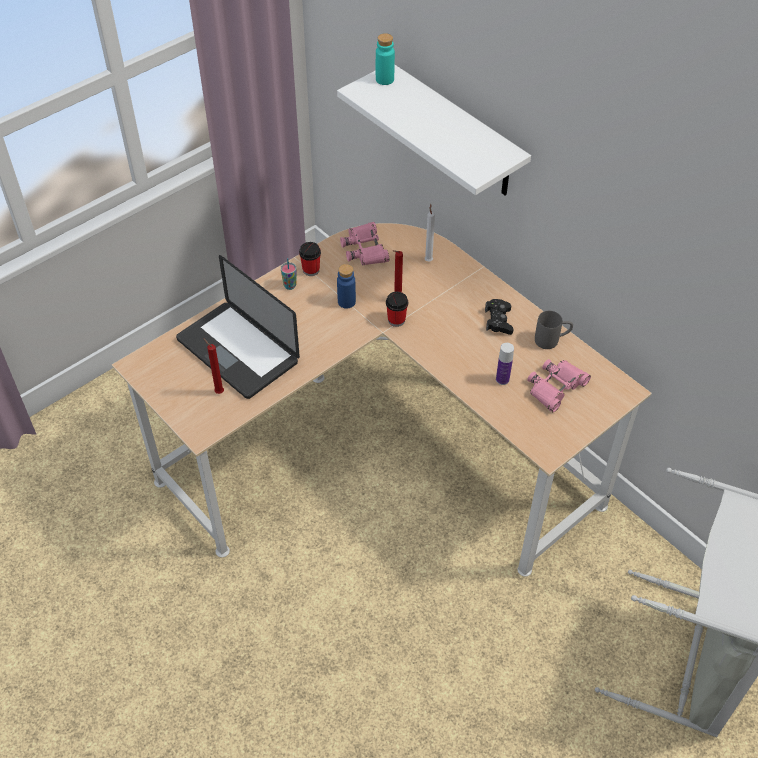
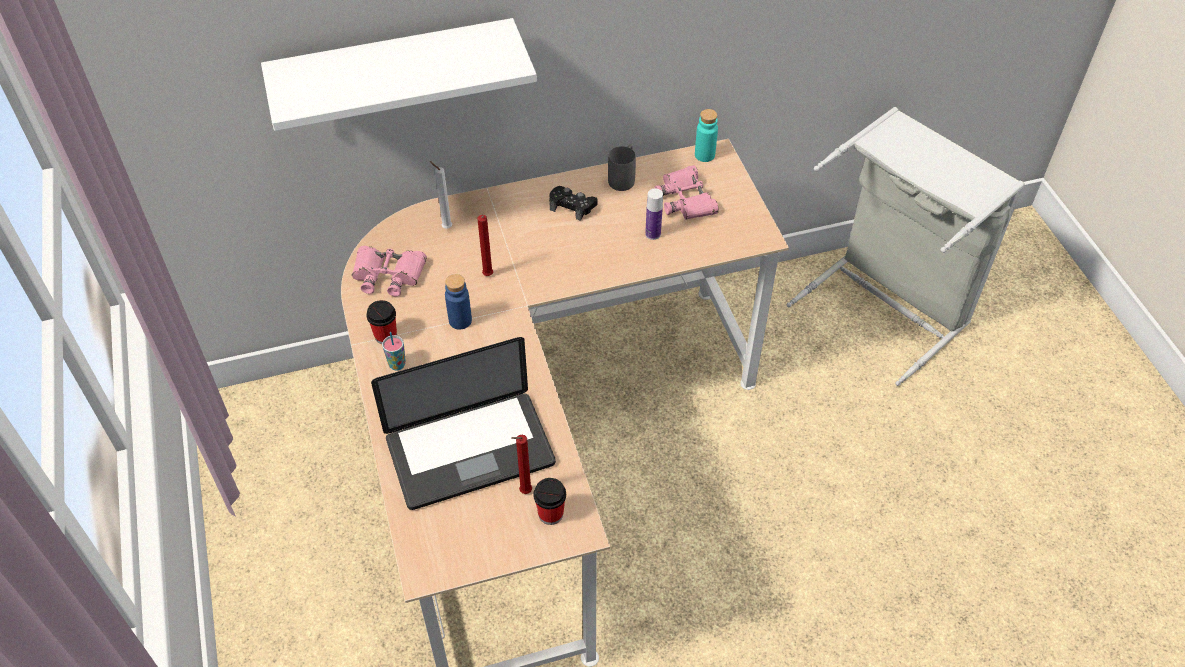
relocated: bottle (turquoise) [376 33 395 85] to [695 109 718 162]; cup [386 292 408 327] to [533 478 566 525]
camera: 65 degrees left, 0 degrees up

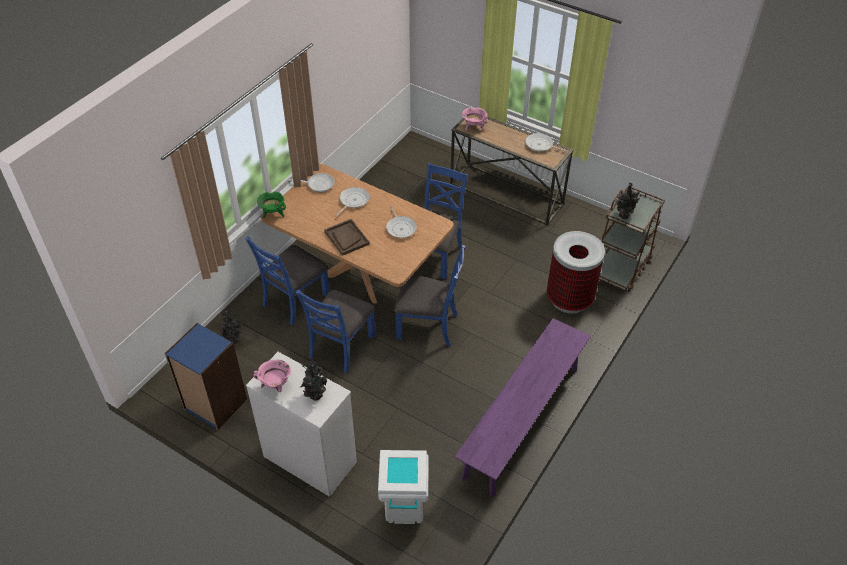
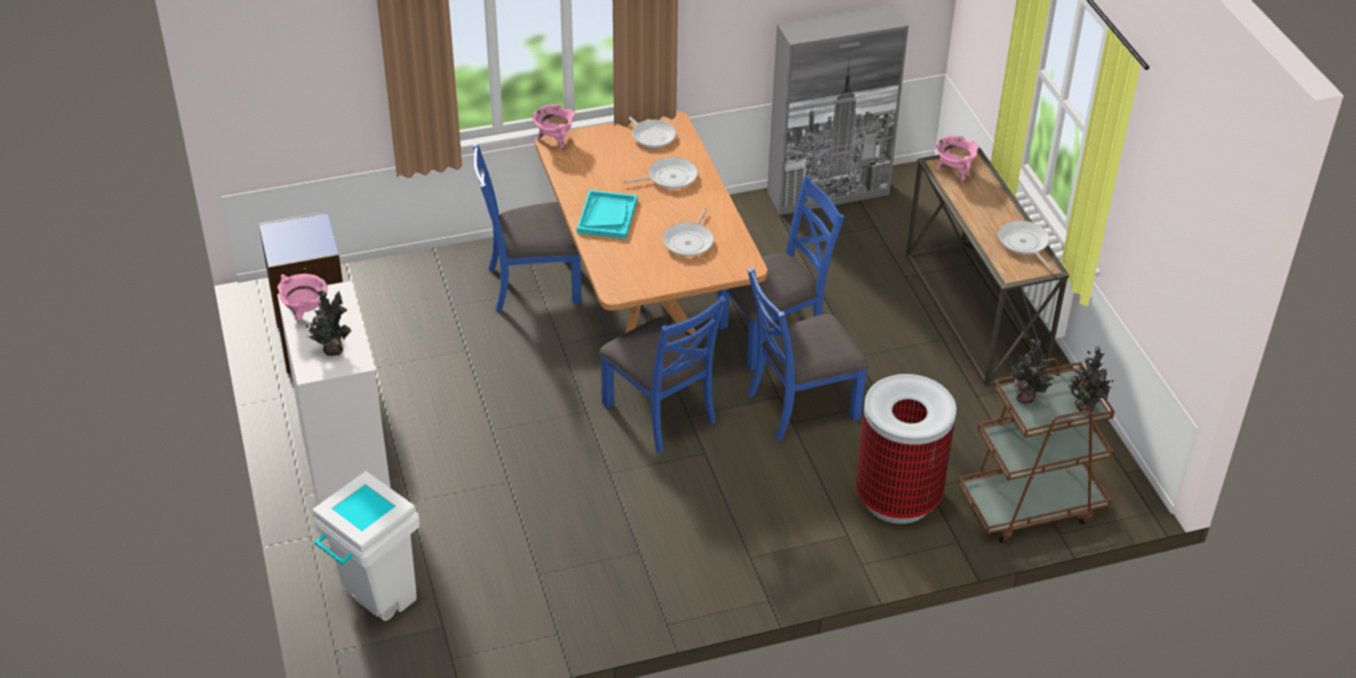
missing: bench (purple) [454 318 591 497]
appeared: cabinet (grey) [767 5 909 215]
relocated: potted plant [221 310 244 344] to [1068 346 1113 411]; chair (blue) [296 290 375 373] to [747 267 868 441]
colour: cooking pot (green) [257 191 286 218] to cooking pot (pink) [532 104 575 151]; tray (brown) [324 219 370 256] to tray (turquoise) [577 190 637 239]
camera: 40 degrees right, 5 degrees down

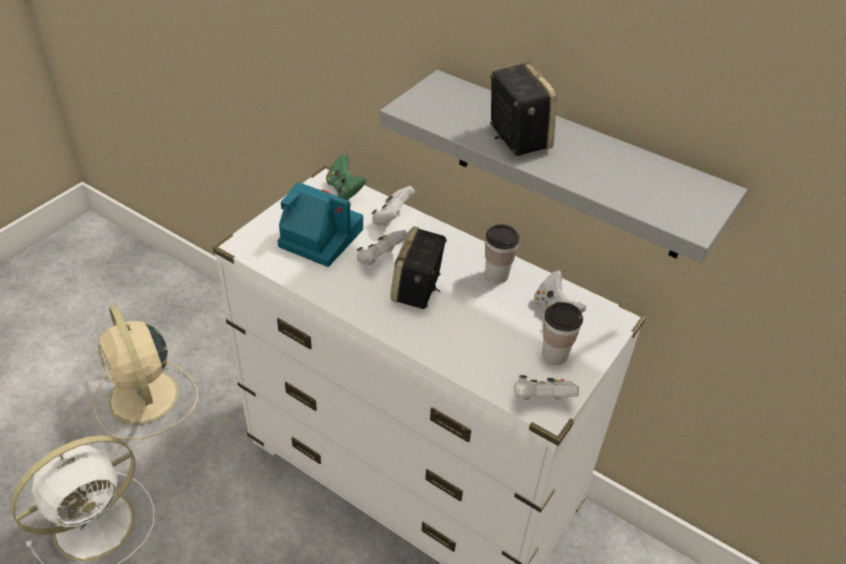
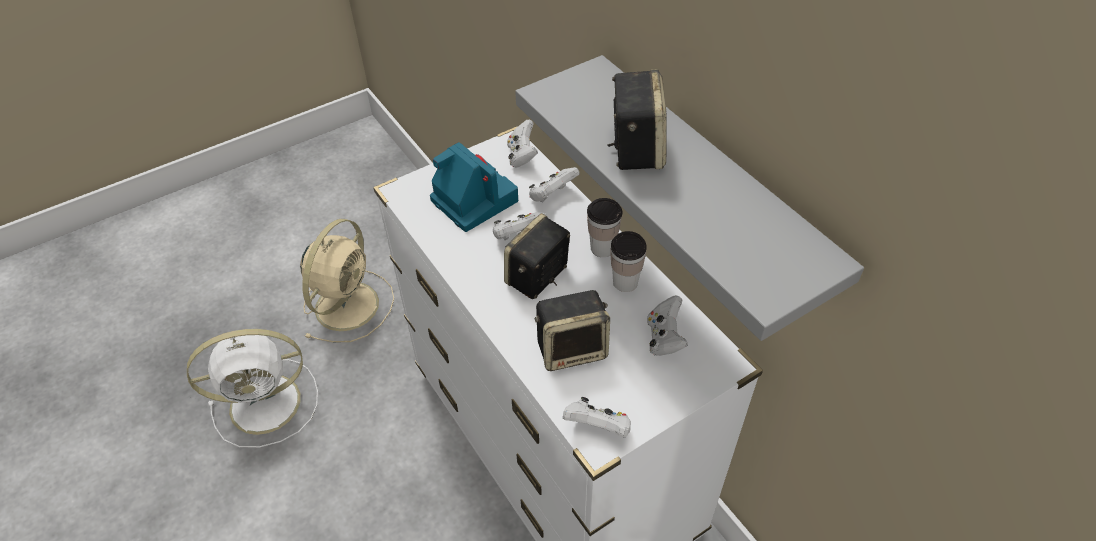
appeared: speaker [534 290 610 371]
relocated: cup [542 302 583 365] to [587 198 622 257]
colour: game controller (green) [326 154 367 200] to game controller (white) [507 119 538 167]
spun: fan (beige) [93 305 198 439] = [300 219 394 343] 150 degrees counterclockwise
camera: 25 degrees right, 5 degrees up

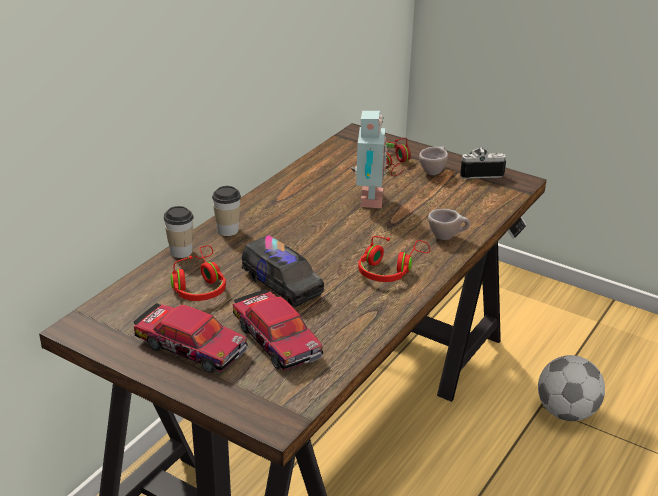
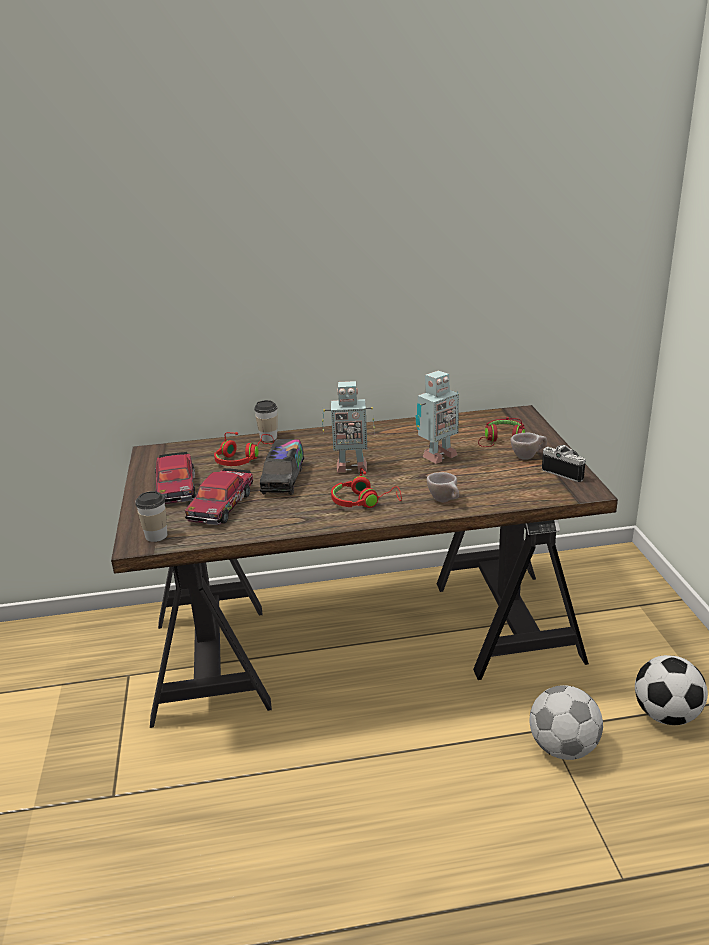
appeared: toy robot [322 381 375 473]; football [635 655 708 725]
relocated: cup [212 186 241 236] to [135 491 167 542]
camera: 50 degrees right, 5 degrees down

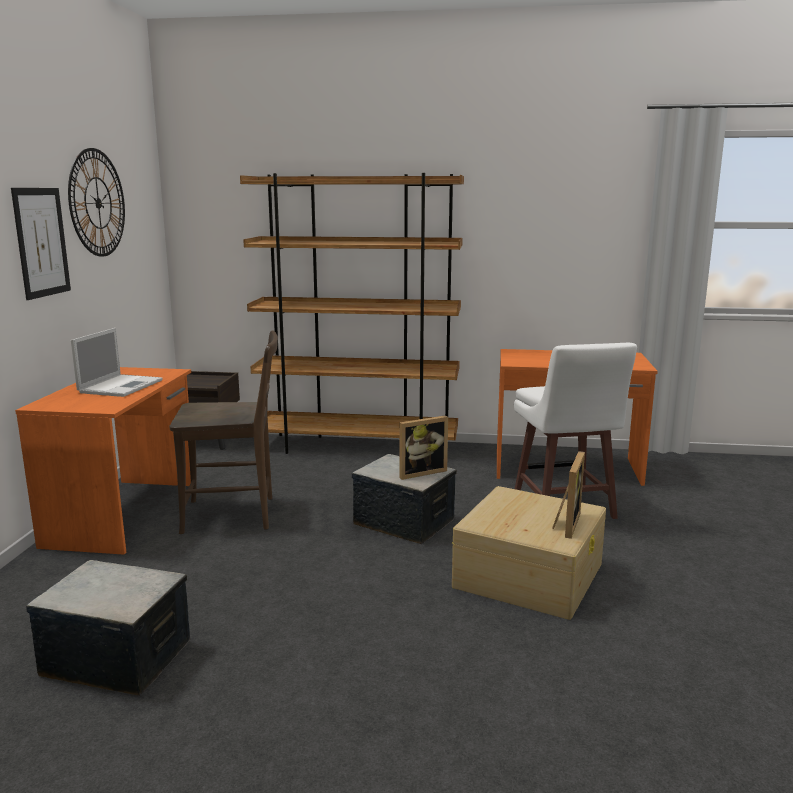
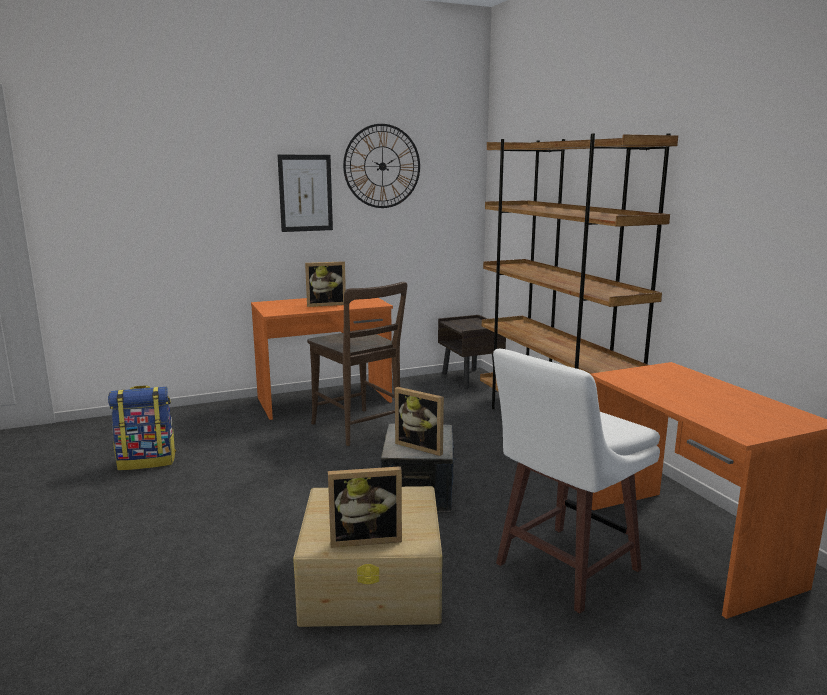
exchanged: storage box [26 560 190 696] to backpack [108 385 176 470]; laptop [71 328 162 397] to picture frame [305 261 346 307]
camera: 60 degrees right, 0 degrees up

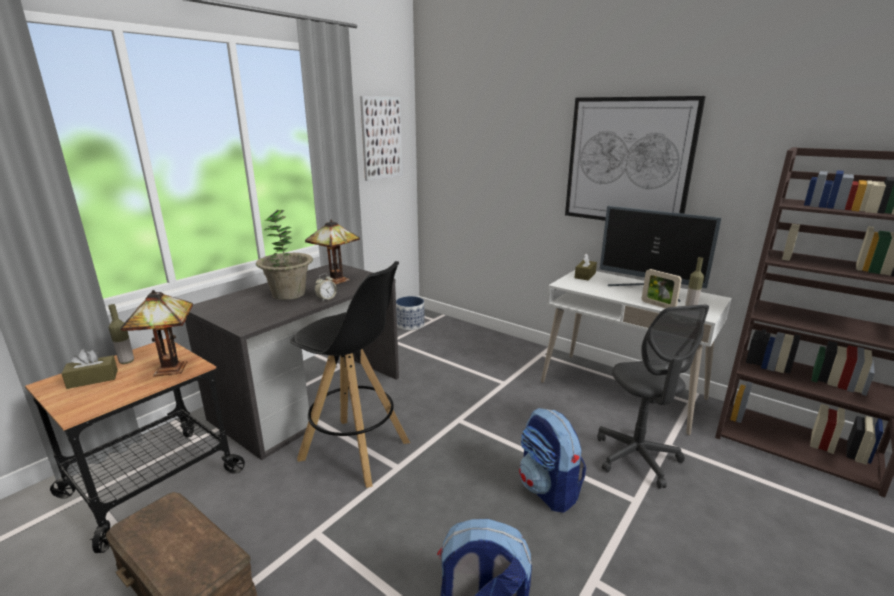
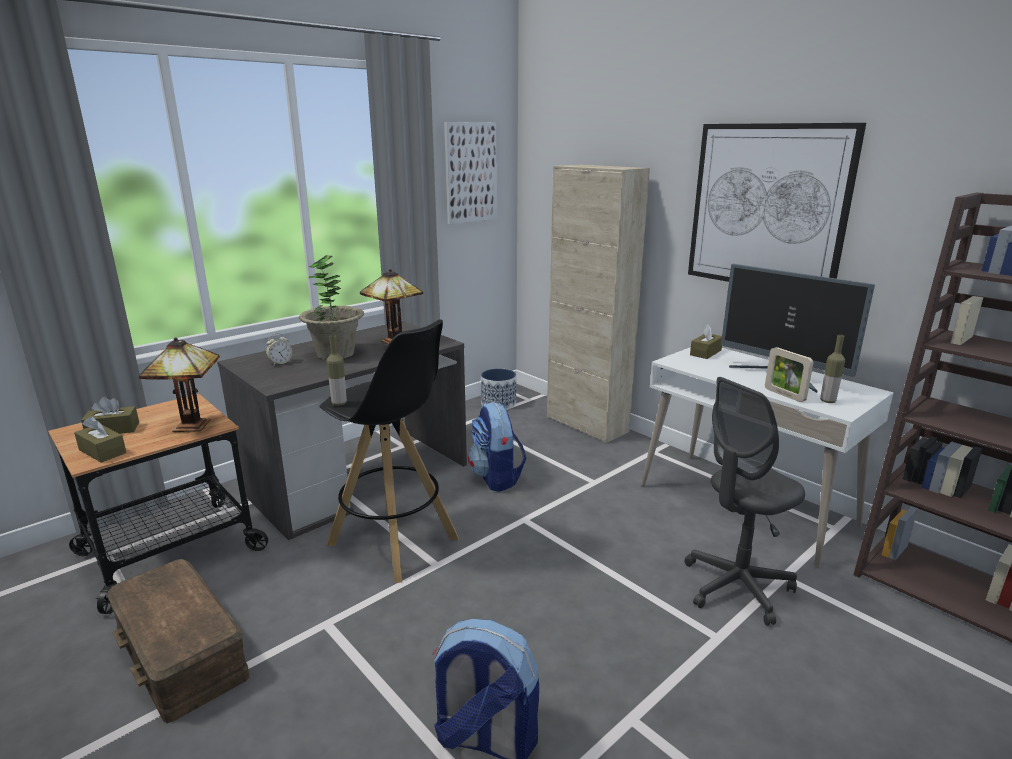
appeared: tissue box (brown) [74 416 127 463]; cabinet (beige) [547 165 650 443]
relocated: bottle [108 304 134 364] to [327 335 347 406]; alarm clock [315 274 337 302] to [266 333 292 365]; backpack [519 408 586 513] to [468 402 527 492]
spun: office chair (grey) [597 304 709 489] = [685 377 805 626] 60 degrees clockwise
camera: 10 degrees right, 0 degrees up

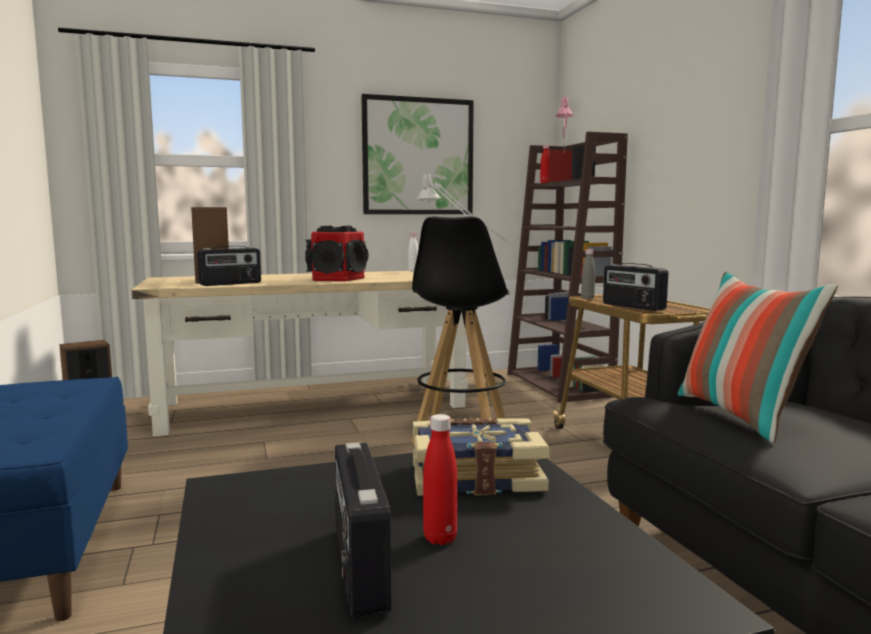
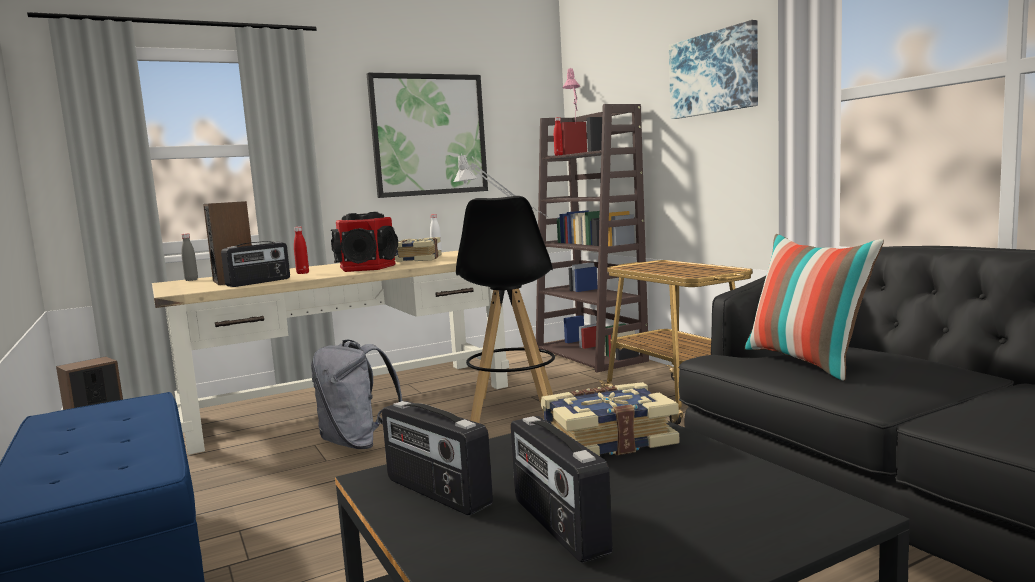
appeared: backpack (grey) [311 340 403 449]; book [395 237 441 262]; picture [669 20 758 119]
relocated: bottle (red) [423 414 457 545] to [294 227 309 274]; bottle (grey) [581 249 595 299] to [181 233 198 281]; radio [603 263 668 311] to [382 401 493 515]
camera: 10 degrees left, 0 degrees up

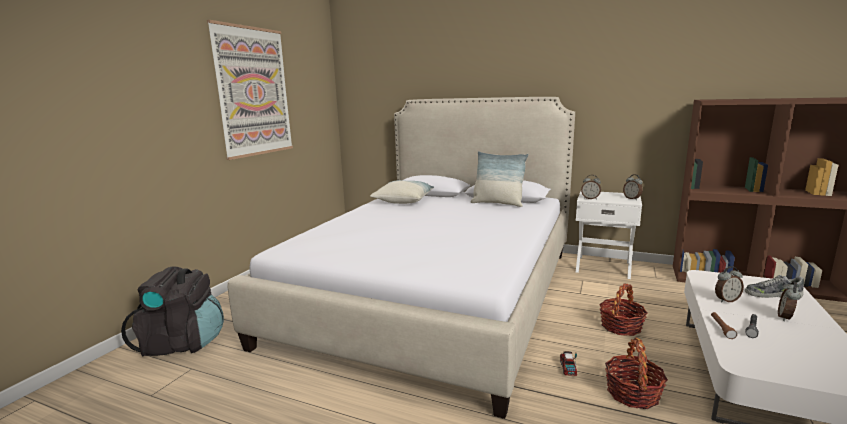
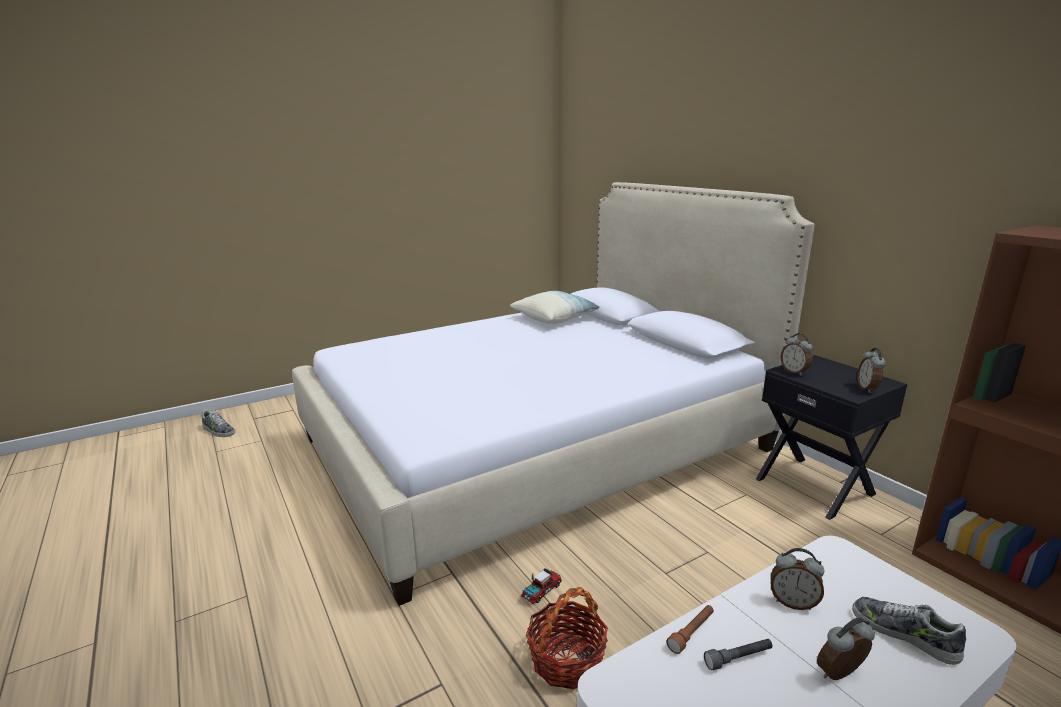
missing: backpack (black) [121 266 224 357]; picture [207 20 293 160]; pillow [471 151 529 207]; basket [599 284 648 336]
appeared: shoe [202 409 235 437]
colour: nightstand (white) [576 191 642 279] to nightstand (black) [756 355 907 520]
camera: 35 degrees right, 5 degrees up

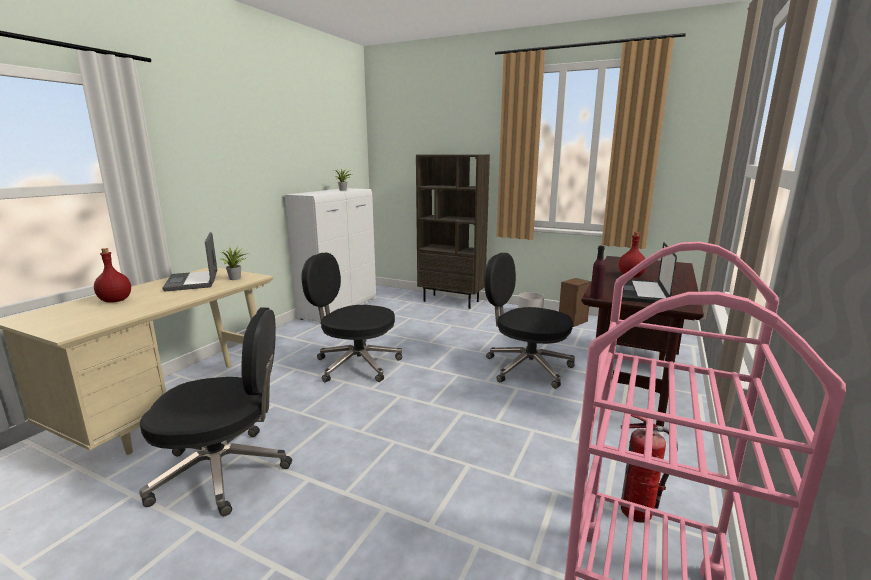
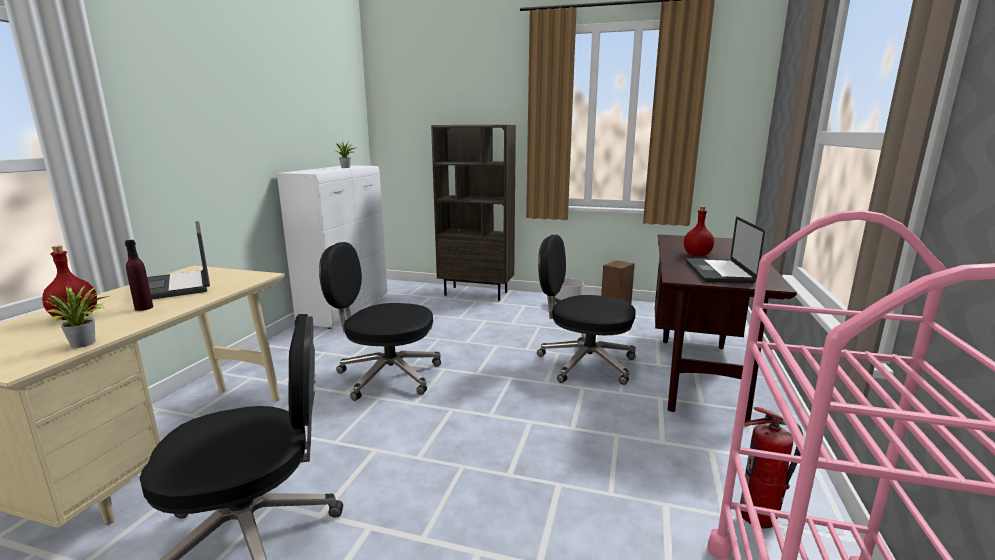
relocated: potted plant [220 246 247 280] to [44 285 109 348]; bottle (purple) [590 246 605 299] to [125 240 153 311]
camera: 10 degrees left, 0 degrees up

